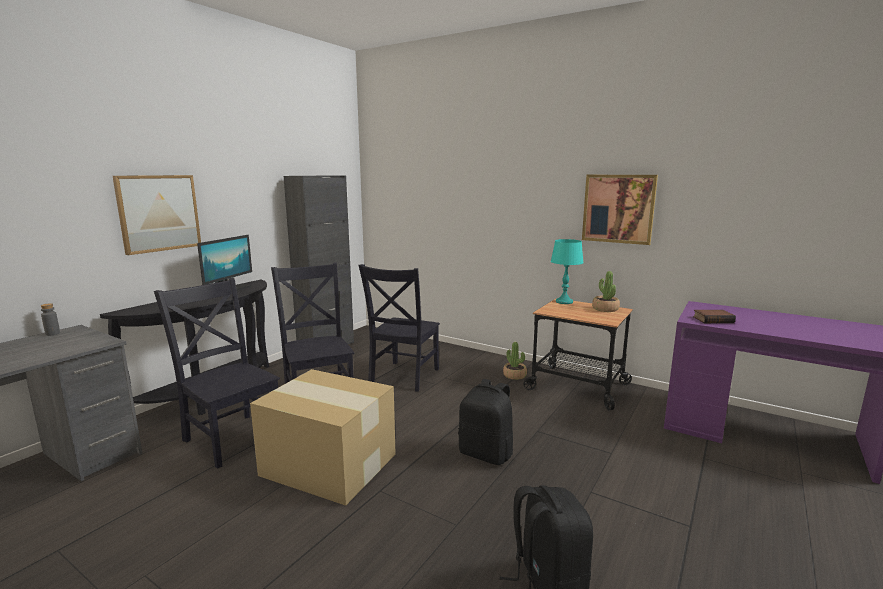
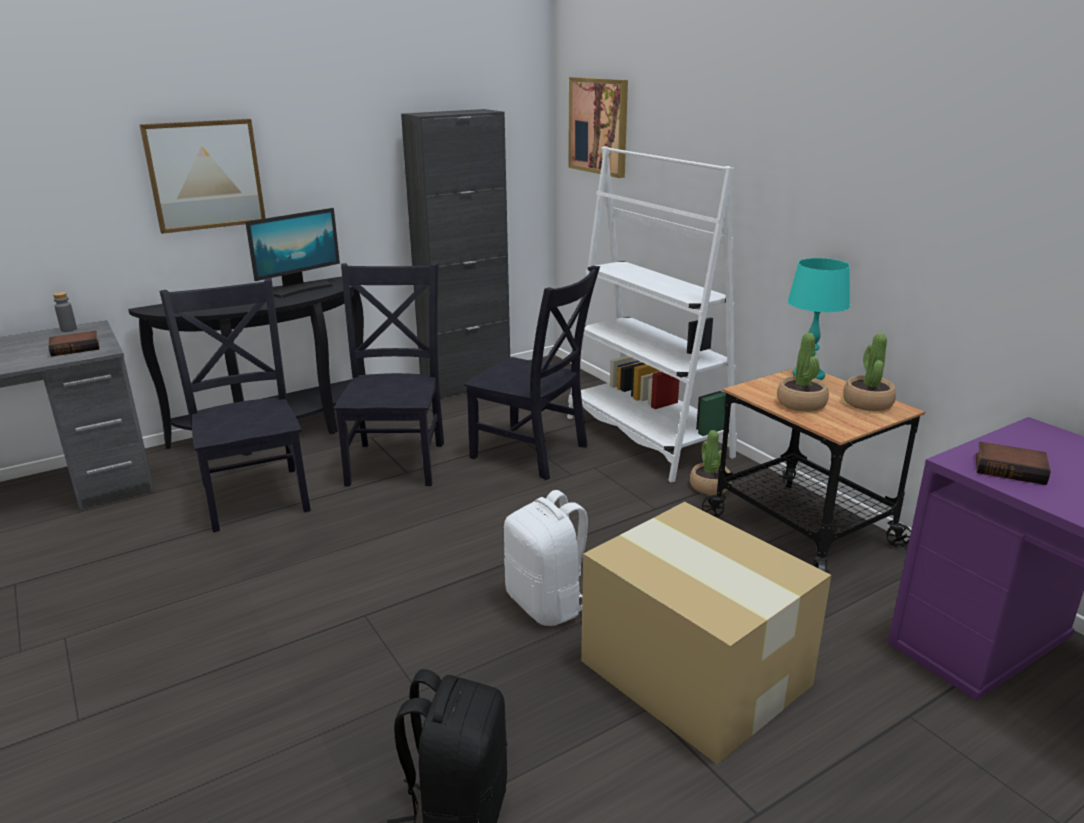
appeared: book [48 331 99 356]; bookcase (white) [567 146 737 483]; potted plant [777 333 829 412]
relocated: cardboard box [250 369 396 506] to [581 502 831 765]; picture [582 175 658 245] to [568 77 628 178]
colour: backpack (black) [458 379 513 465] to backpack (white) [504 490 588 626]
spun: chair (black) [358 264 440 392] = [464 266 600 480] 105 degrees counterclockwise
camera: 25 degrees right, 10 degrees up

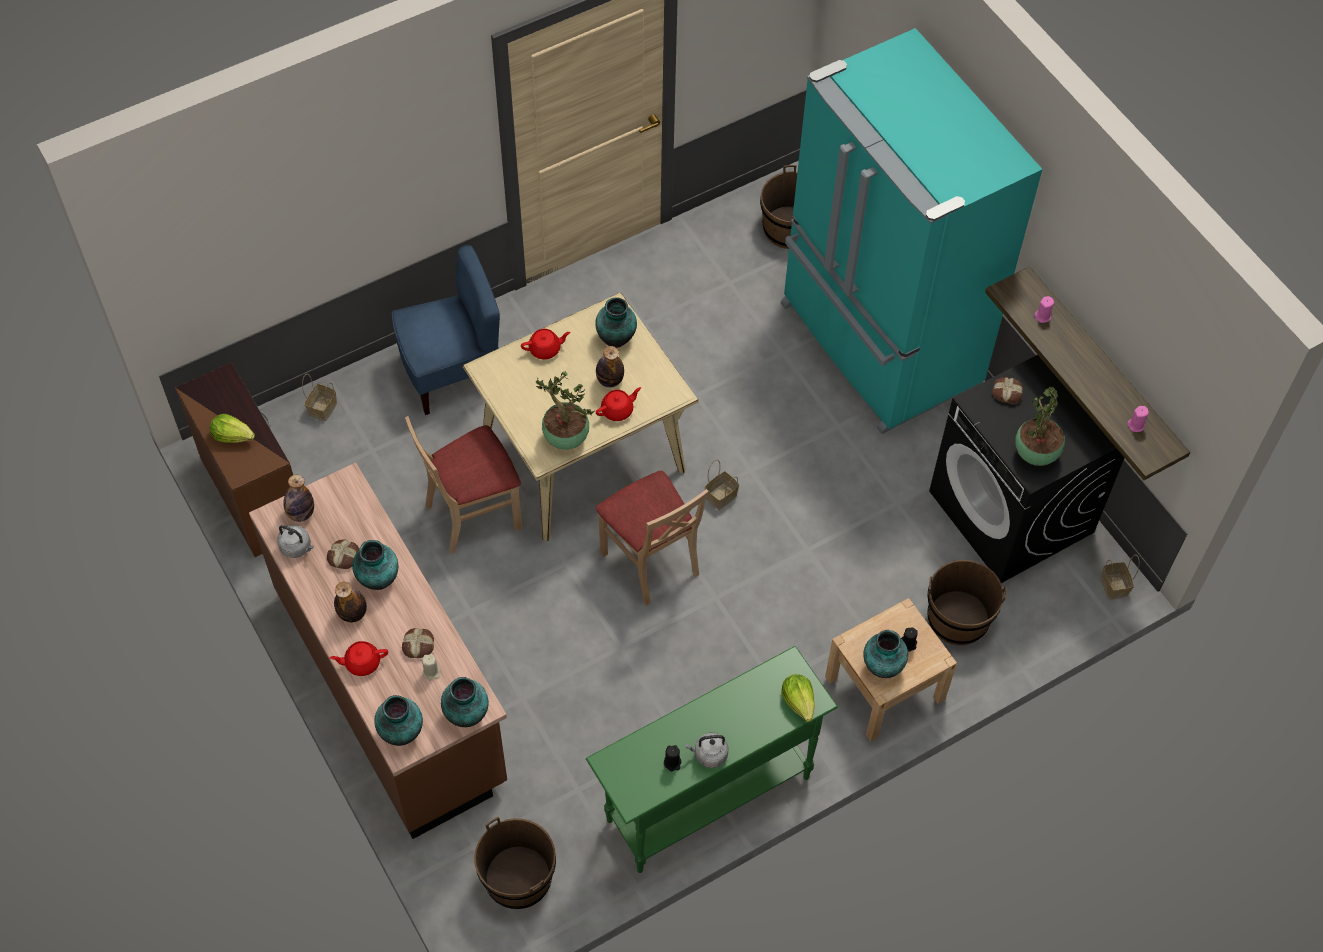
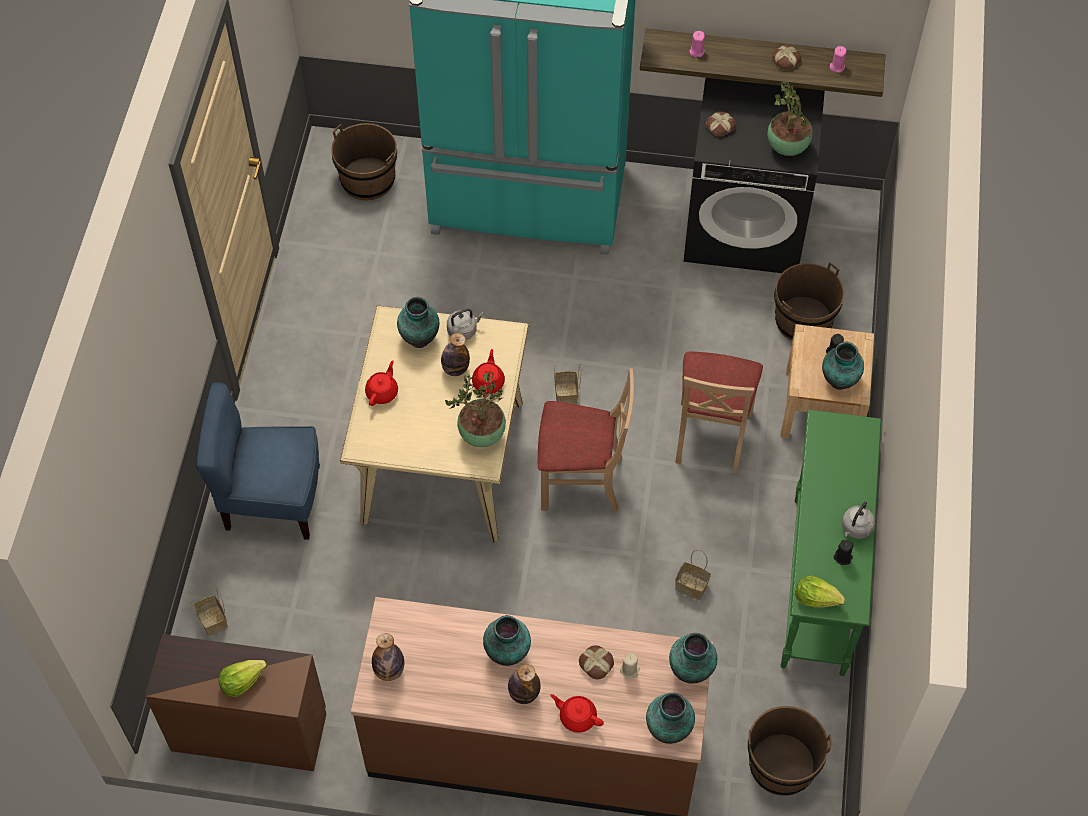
relocated: kettle (grey) [277 525 314 558] to [447 308 484 340]; bread [327 539 359 569] to [772 45 801 70]; chair (beige) [405 416 522 554] to [675 351 763 474]; lettuce [781 674 815 722] to [795 575 846 607]; basket [1100 554 1140 600] to [675 550 711 600]
spun: teapot (red) [330 641 388 676] = [550 694 604 733] 90 degrees clockwise; chair (blue) [392 245 500 415] = [196 382 320 540] 105 degrees counterclockwise
camera: 50 degrees left, 0 degrees up

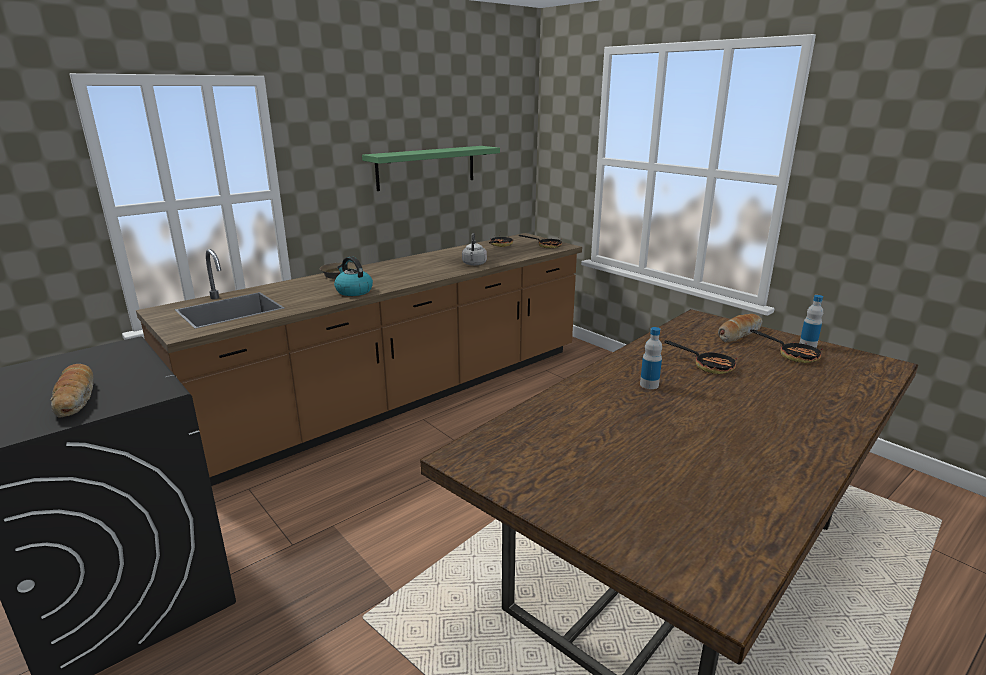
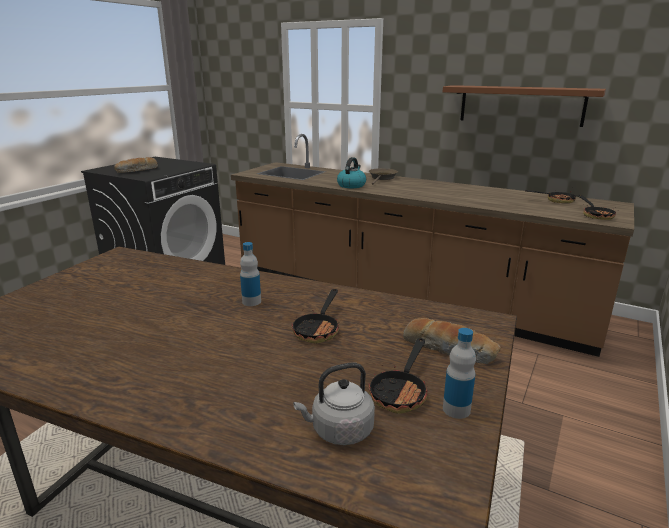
relocated: kettle (grey) [462 233 487 266] to [293 362 375 445]
colour: shelf (green) [362 146 500 191] to shelf (brown) [443 85 606 127]
camera: 70 degrees right, 0 degrees up

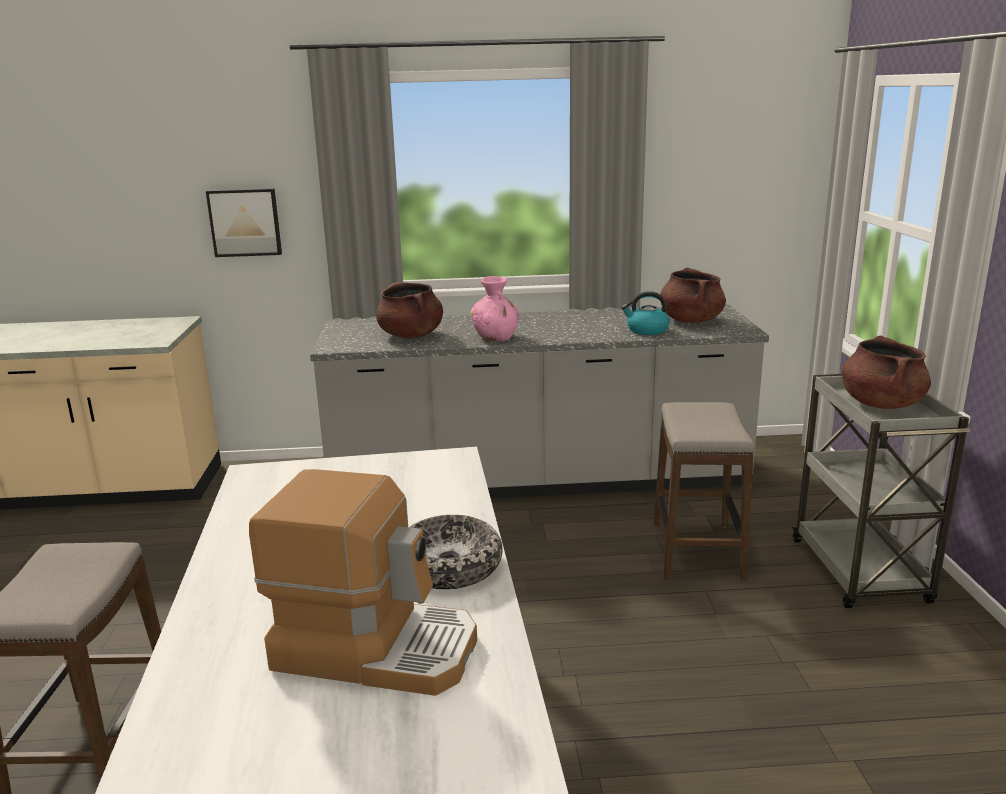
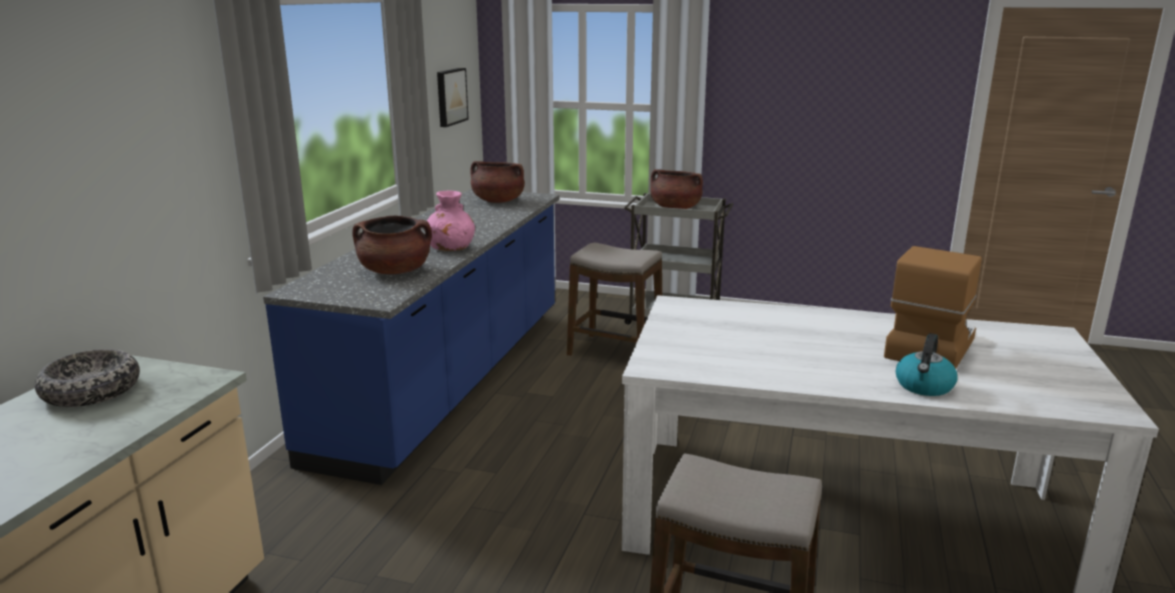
relocated: picture [206 188 282 257] to [437 68 469 127]; bowl [410 515 503 590] to [35 349 140 407]; kettle [621 291 670 335] to [896 333 958 396]
colour: counter (grey) [310 304 769 499] to counter (blue) [263 189 559 485]
camera: 70 degrees left, 0 degrees up

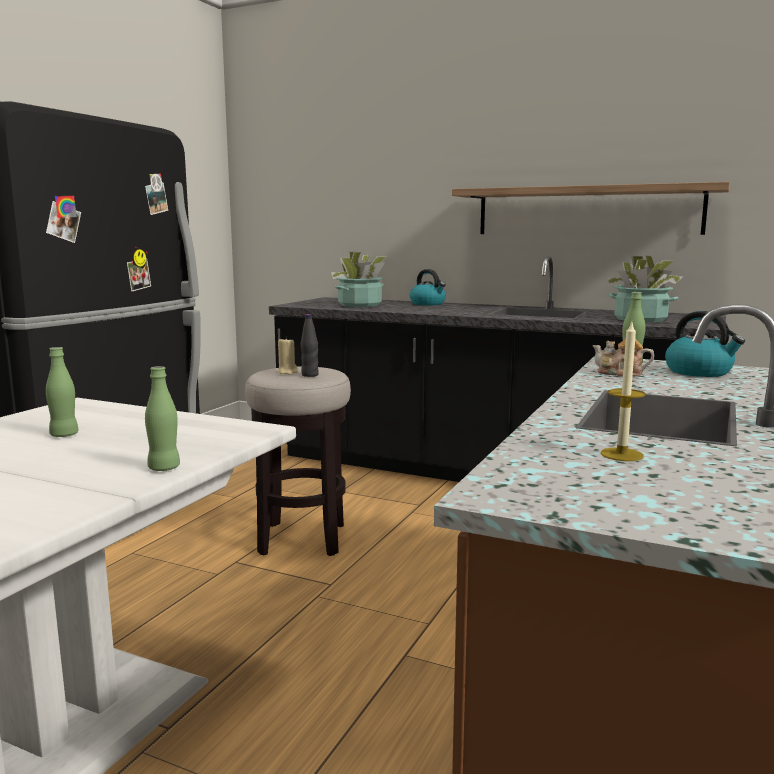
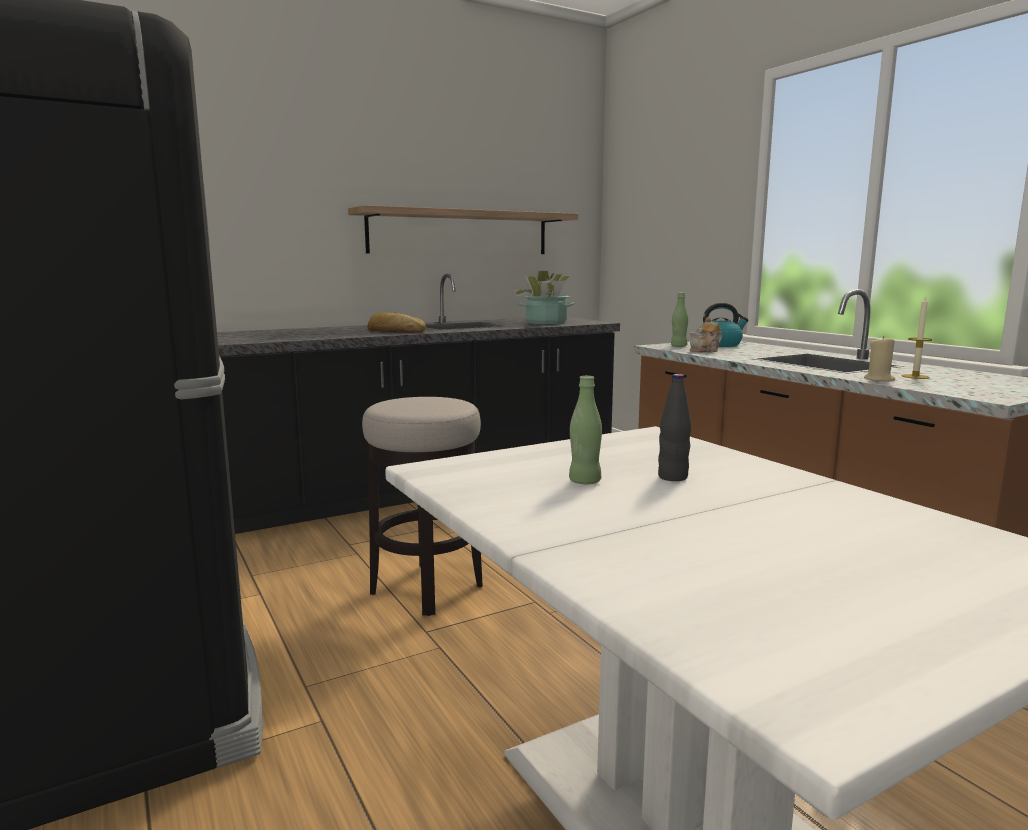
missing: bottle (green) [145 366 180 471]; potted plant [331 252 386 307]; kettle [410 269 446 305]
appeared: bread [367 312 426 333]
relocated: candle (beige) [277 337 298 375] to [864 336 895 382]; bottle (black) [301 314 319 377] to [658 374 691 481]
camera: 55 degrees left, 0 degrees up

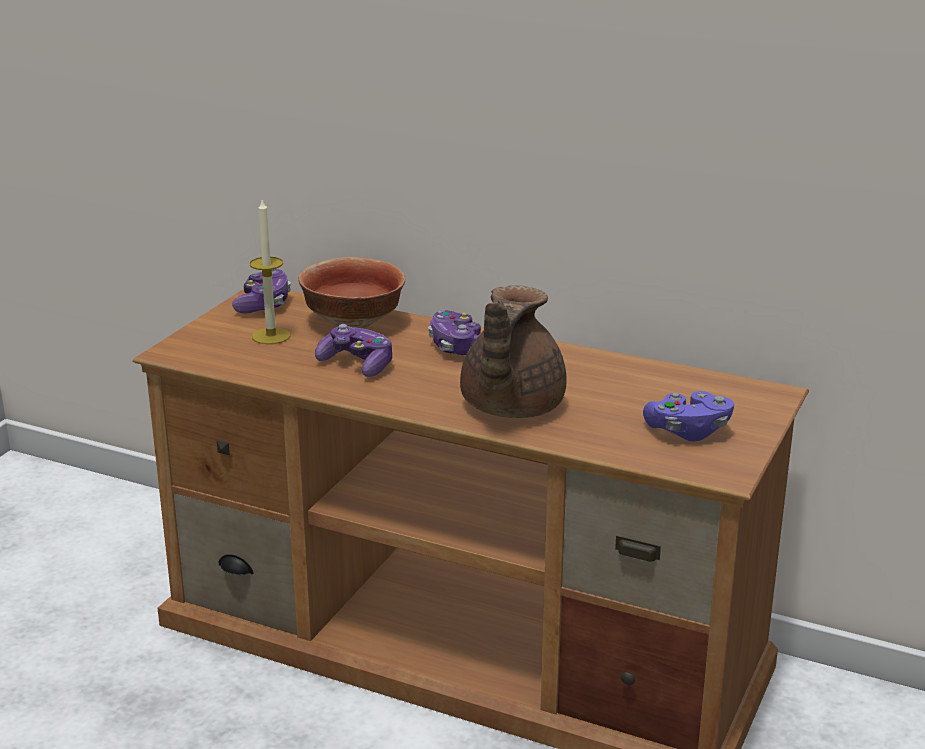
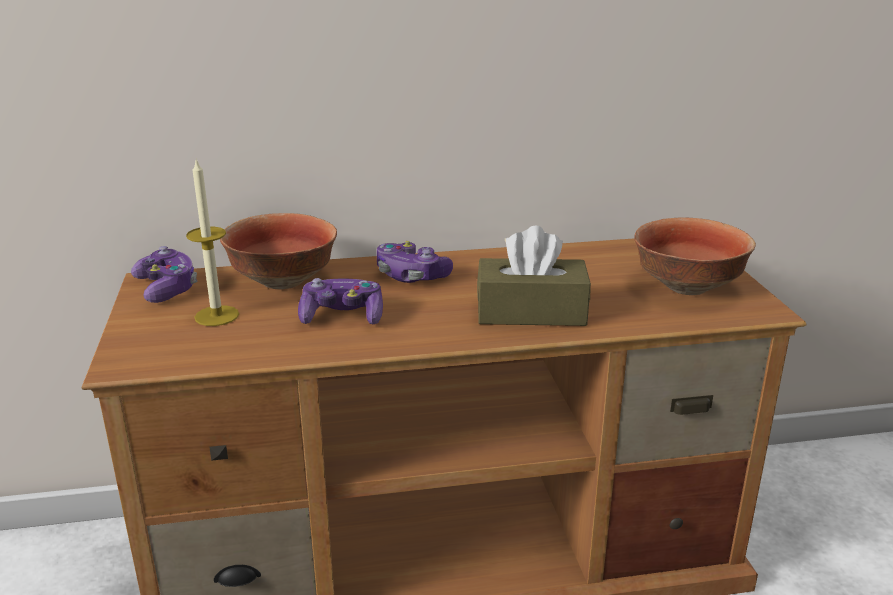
exchanged: teapot (brown) [460 286 566 418] to tissue box (brown) [477 226 591 326]; game controller (purple) [643 391 734 442] to bowl [634 217 756 295]
camera: 35 degrees left, 0 degrees up

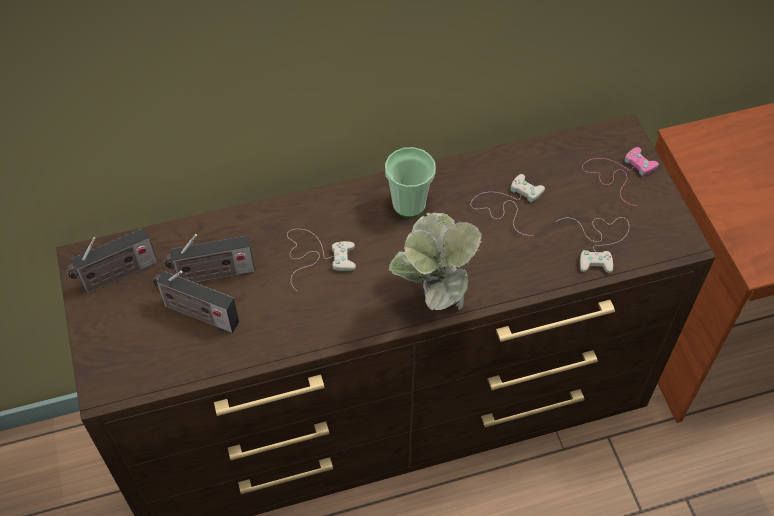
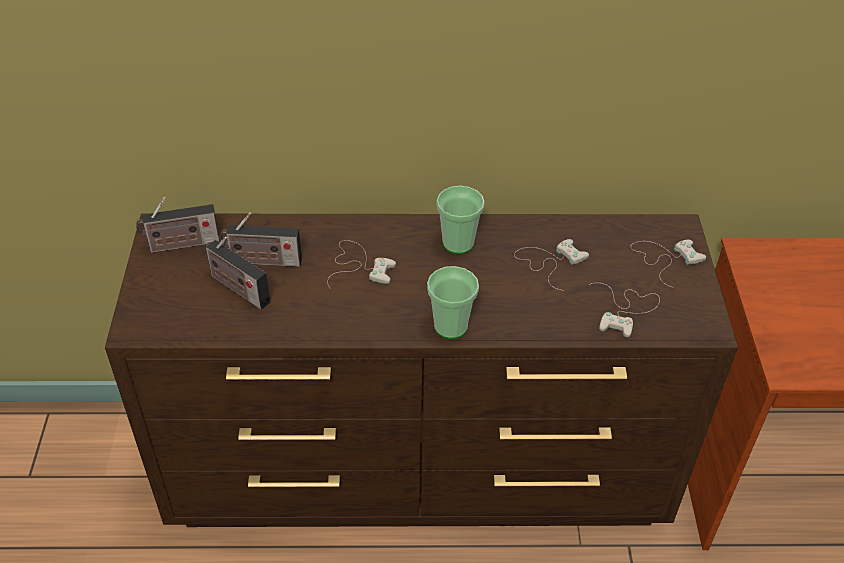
exchanged: potted plant [389 212 482 310] to cup [427 266 479 339]
colour: game controller (pink) [582 147 659 206] to game controller (white) [631 240 706 287]
camera: 15 degrees right, 10 degrees down

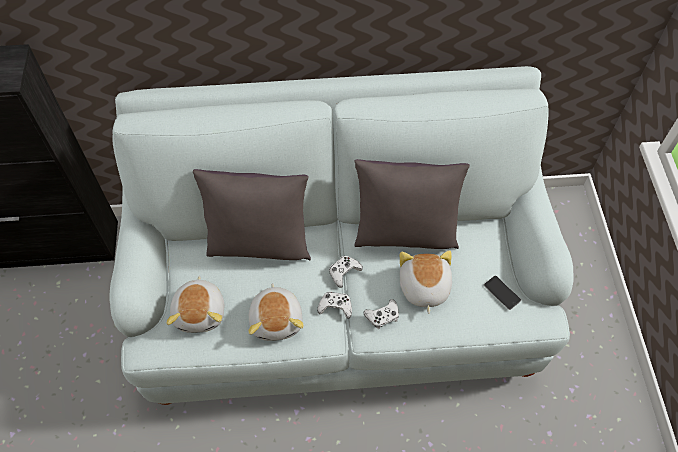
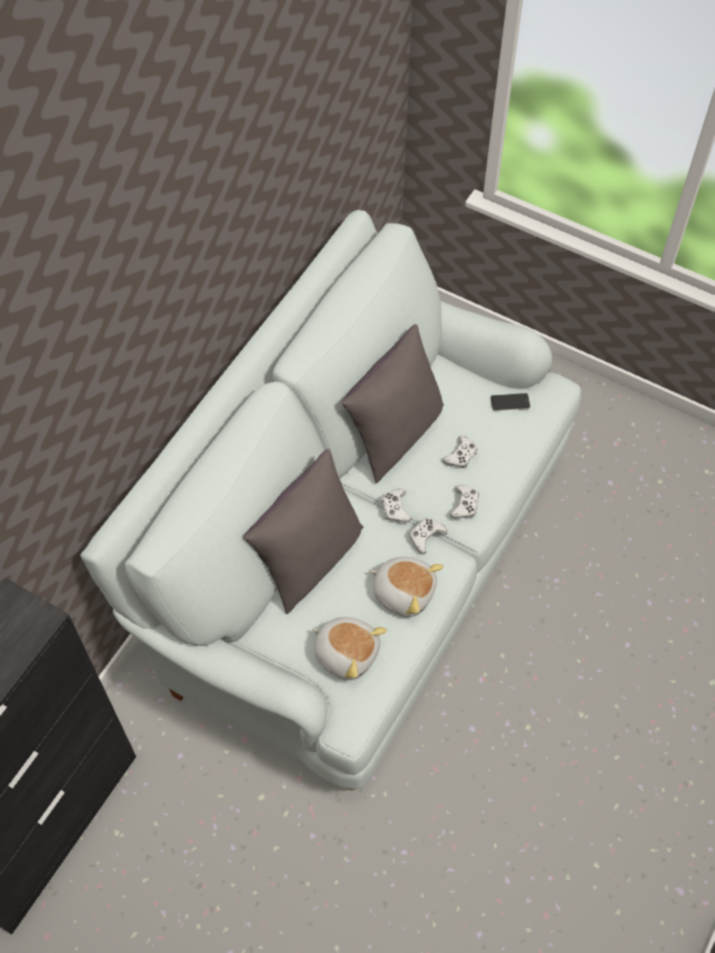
exchanged: plush toy [400 250 452 314] to game controller (white) [443 436 478 469]
camera: 55 degrees left, 0 degrees up

